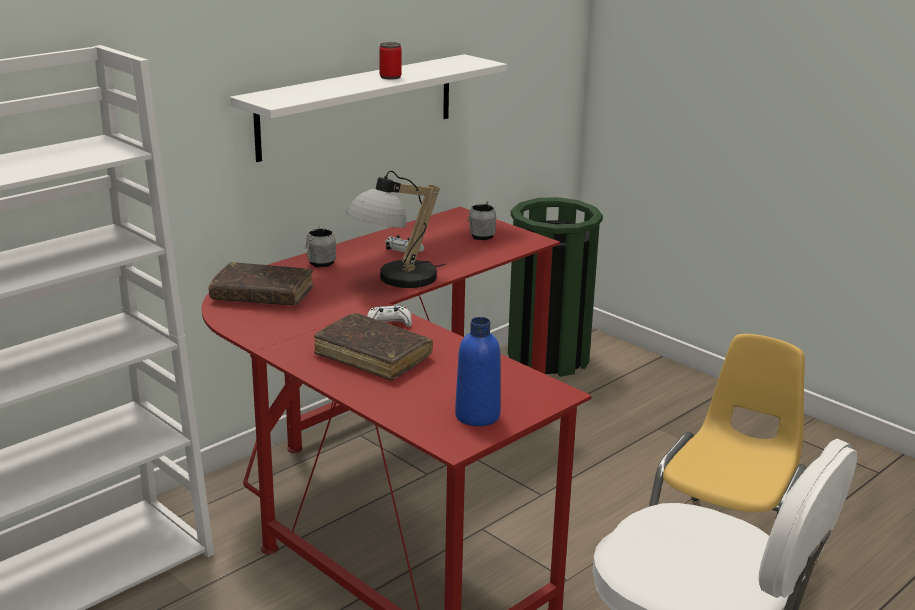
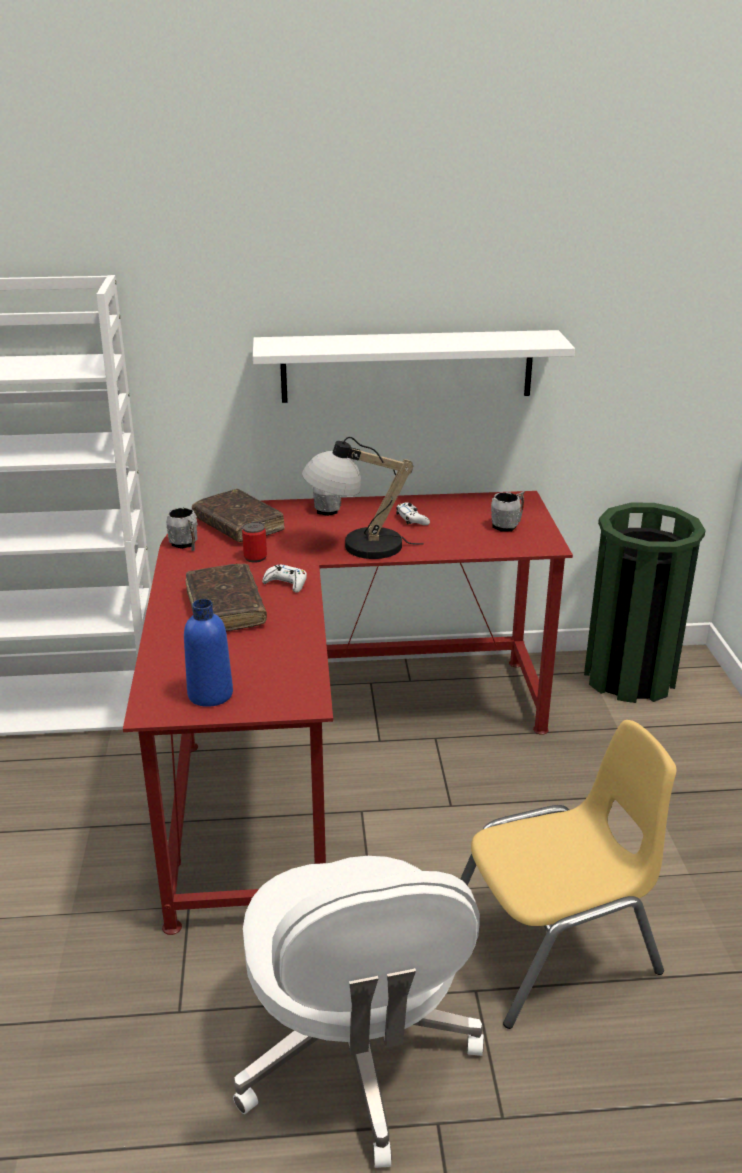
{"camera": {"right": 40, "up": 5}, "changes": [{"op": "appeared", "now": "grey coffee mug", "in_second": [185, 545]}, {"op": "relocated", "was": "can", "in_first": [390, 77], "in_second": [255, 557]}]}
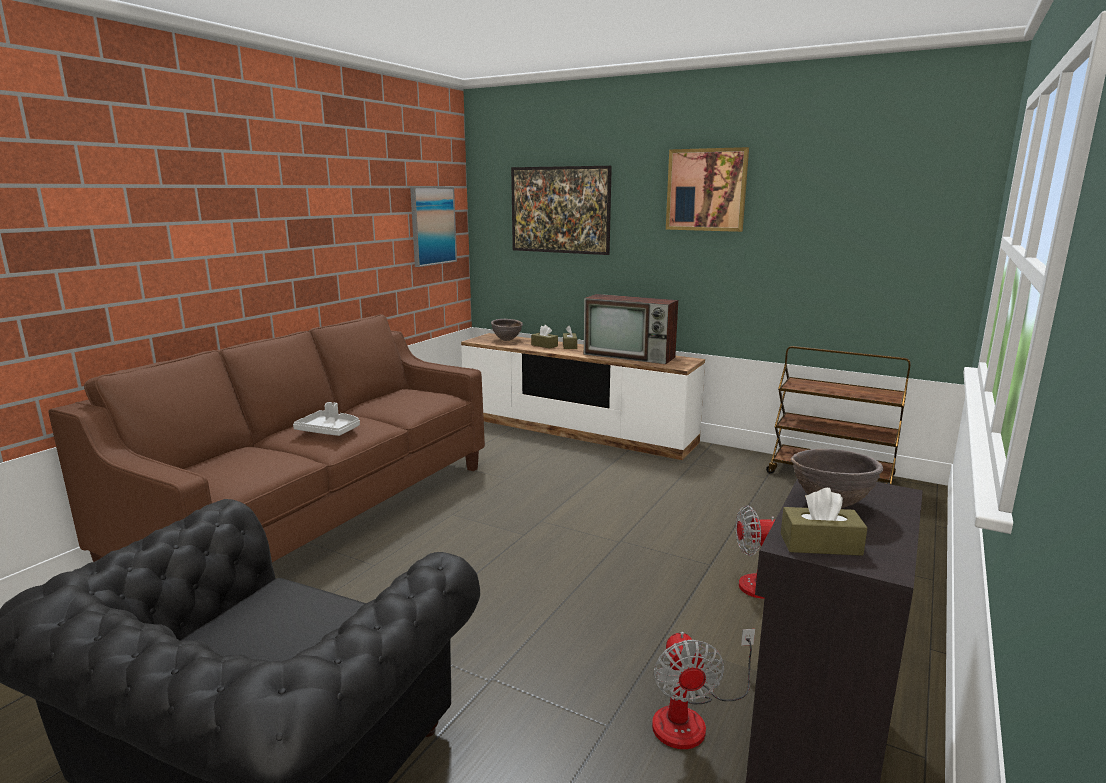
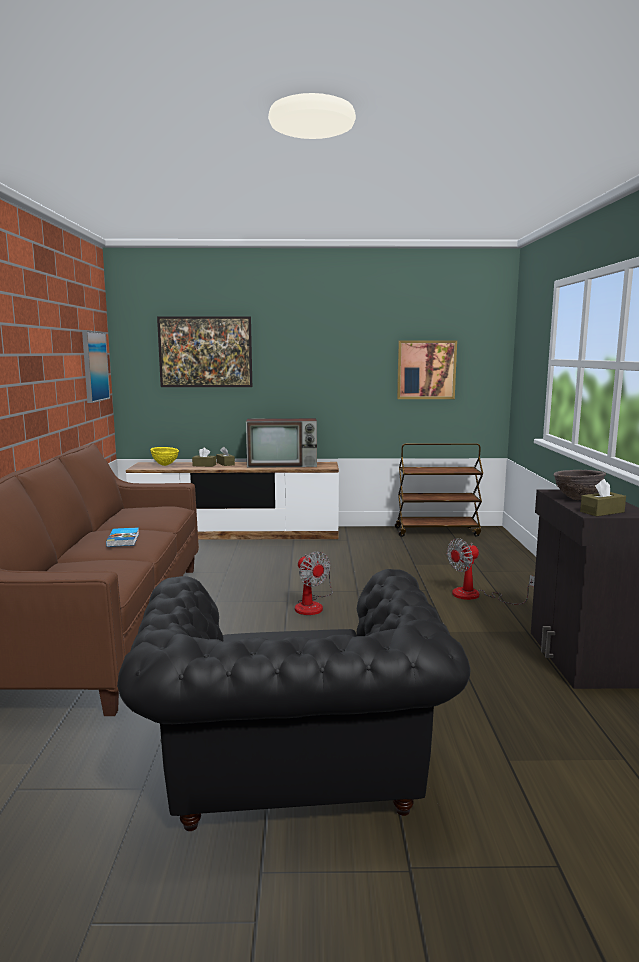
{"camera": {"right": -30, "up": -5}, "changes": [{"op": "exchanged", "was": "grey carrying tray", "now": "bound book", "in_first": [329, 431], "in_second": [124, 539]}, {"op": "colour", "was": "brown-coloured deep dish", "now": "yellowish deep dish", "in_first": [507, 340], "in_second": [165, 465]}, {"op": "relocated", "was": "cooling fan", "in_first": [691, 718], "in_second": [312, 605]}, {"op": "relocated", "was": "wall picture", "in_first": [706, 190], "in_second": [426, 369]}]}
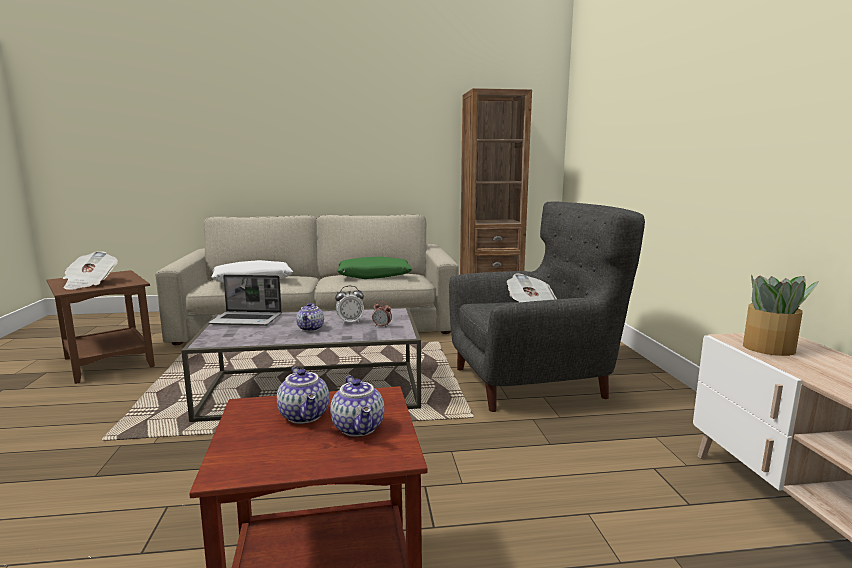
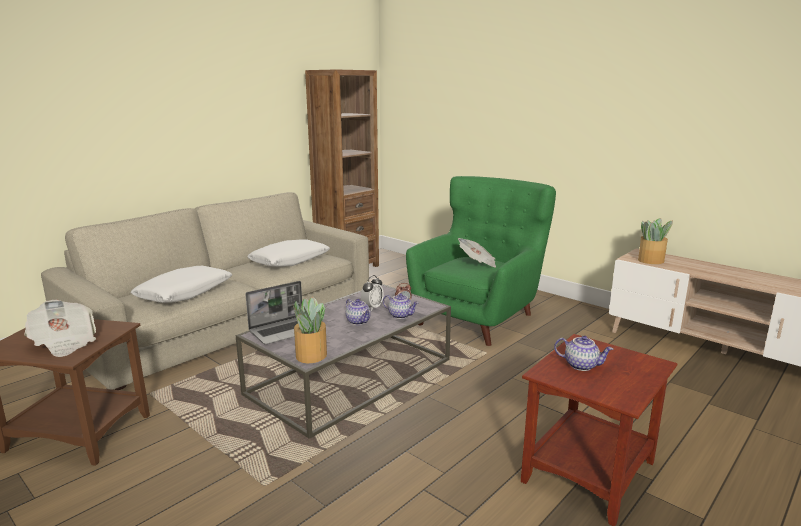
{"camera": {"right": -40, "up": 5}, "changes": [{"op": "colour", "was": "greenish throw pillow", "now": "whitish throw pillow", "in_first": [374, 276], "in_second": [290, 261]}, {"op": "appeared", "now": "potted plant", "in_second": [311, 355]}, {"op": "relocated", "was": "pot for tea", "in_first": [359, 428], "in_second": [400, 315]}, {"op": "colour", "was": "grey armchair", "now": "greenish armchair", "in_first": [534, 381], "in_second": [478, 317]}]}
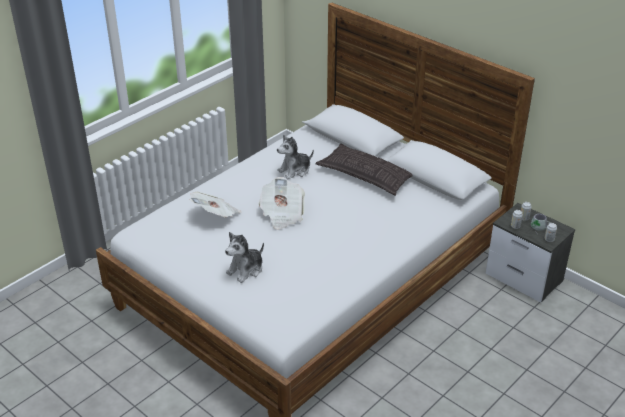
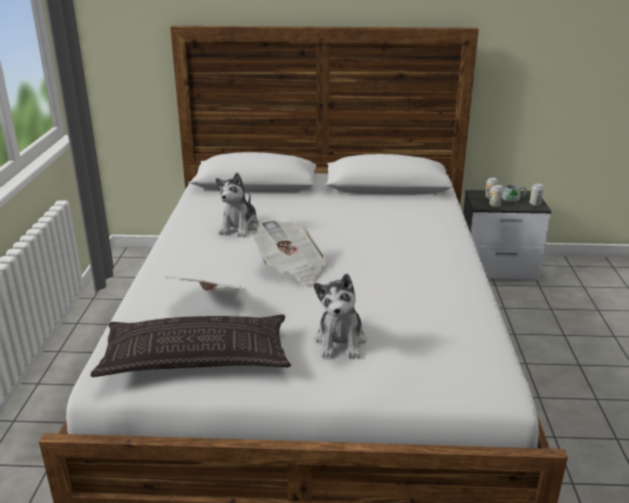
{"camera": {"right": -40, "up": -10}, "changes": [{"op": "relocated", "was": "throw pillow", "in_first": [366, 175], "in_second": [196, 357]}]}
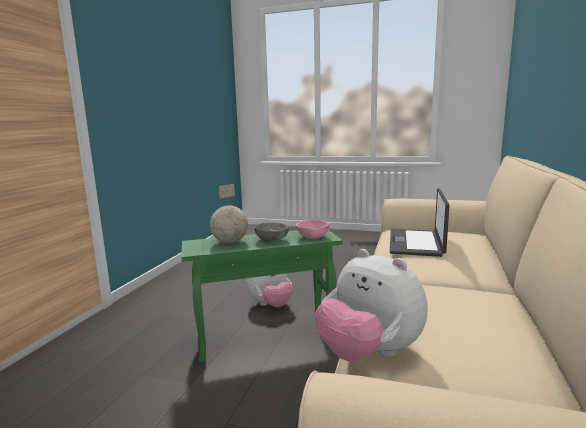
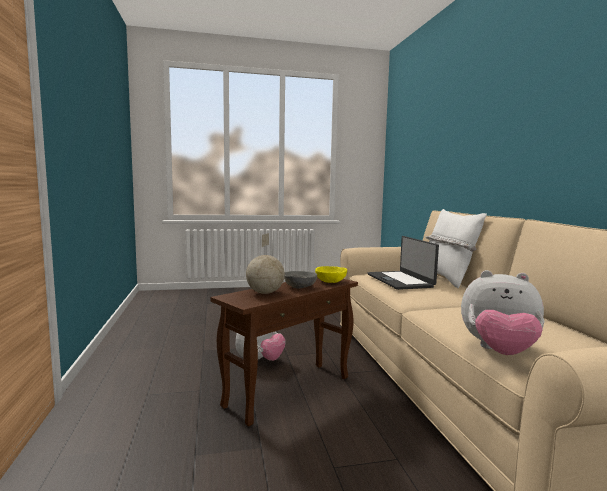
{"camera": {"right": -30, "up": -5}, "changes": [{"op": "colour", "was": "greenish side table", "now": "brown-coloured side table", "in_first": [265, 340], "in_second": [288, 391]}, {"op": "colour", "was": "pink deep dish", "now": "yellowish deep dish", "in_first": [313, 237], "in_second": [330, 282]}, {"op": "appeared", "now": "whitish throw pillow", "in_second": [446, 279]}]}
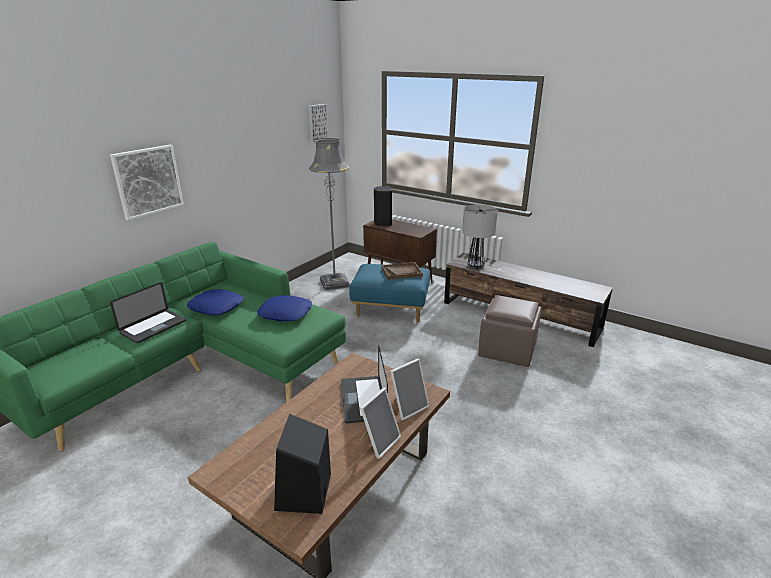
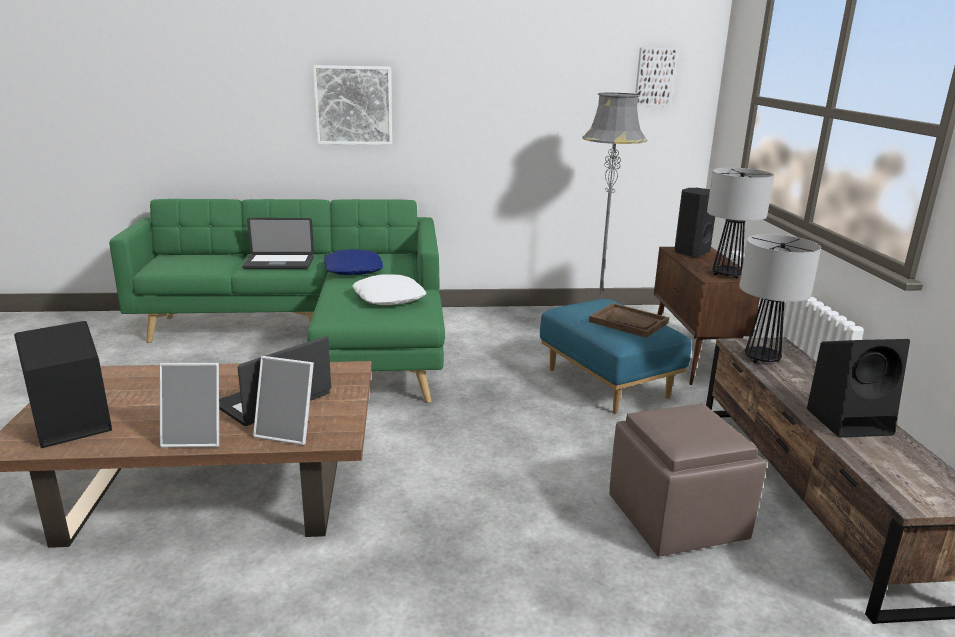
{"camera": {"right": 50, "up": -5}, "changes": [{"op": "colour", "was": "blue throw pillow", "now": "whitish throw pillow", "in_first": [285, 313], "in_second": [389, 298]}, {"op": "appeared", "now": "tabletop lamp", "in_second": [727, 275]}, {"op": "appeared", "now": "black-coloured loudspeaker", "in_second": [850, 421]}]}
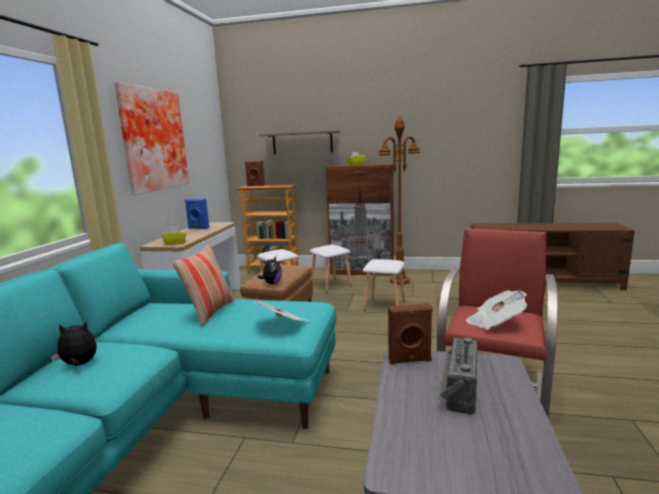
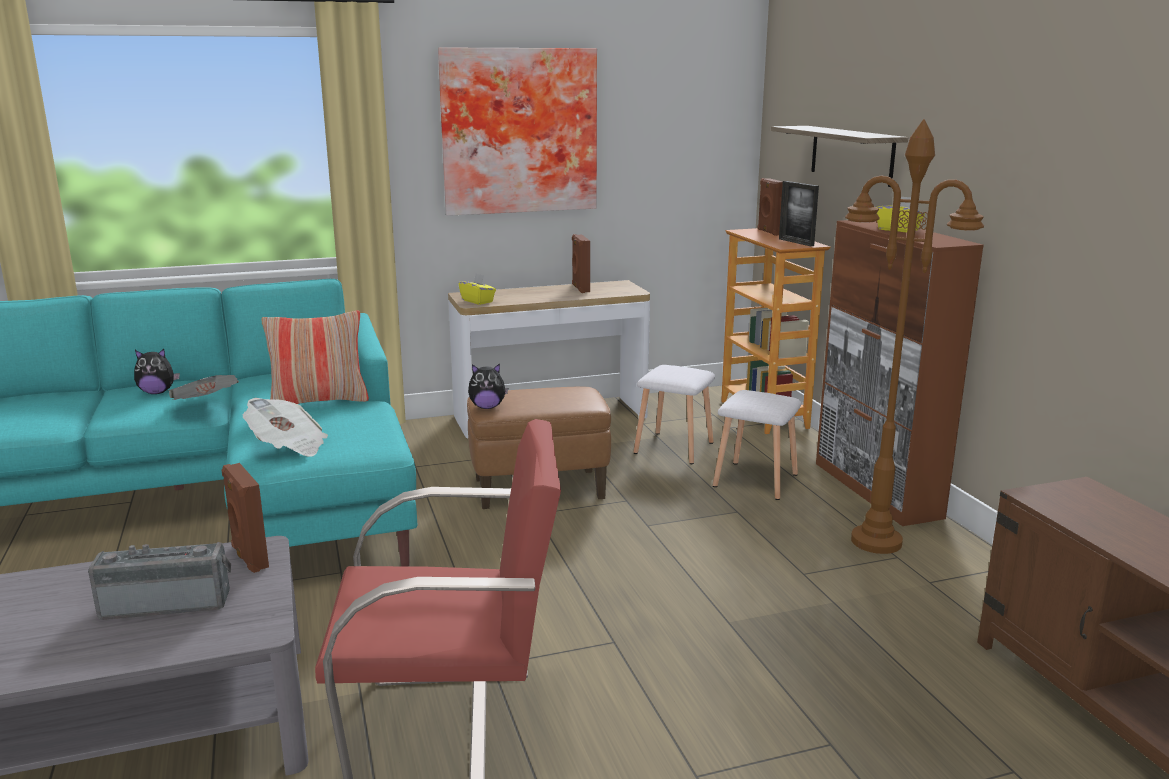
{"camera": {"right": 60, "up": 5}, "changes": [{"op": "spun", "was": "plush toy", "in_first": [79, 365], "in_second": [157, 392], "clockwise": 120}, {"op": "relocated", "was": "printed paper", "in_first": [495, 323], "in_second": [206, 405]}, {"op": "colour", "was": "blue loudspeaker", "now": "brown-coloured loudspeaker", "in_first": [198, 228], "in_second": [580, 288]}, {"op": "appeared", "now": "photo frame", "in_second": [796, 242]}, {"op": "missing", "was": "whitish sitting stool", "in_first": [384, 306]}]}
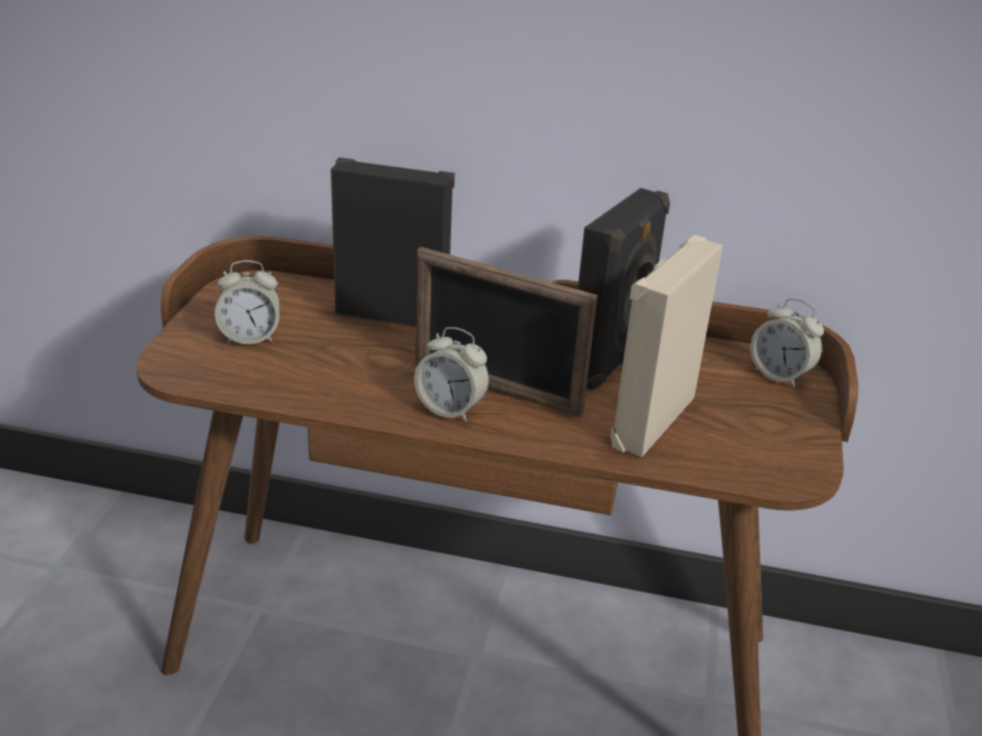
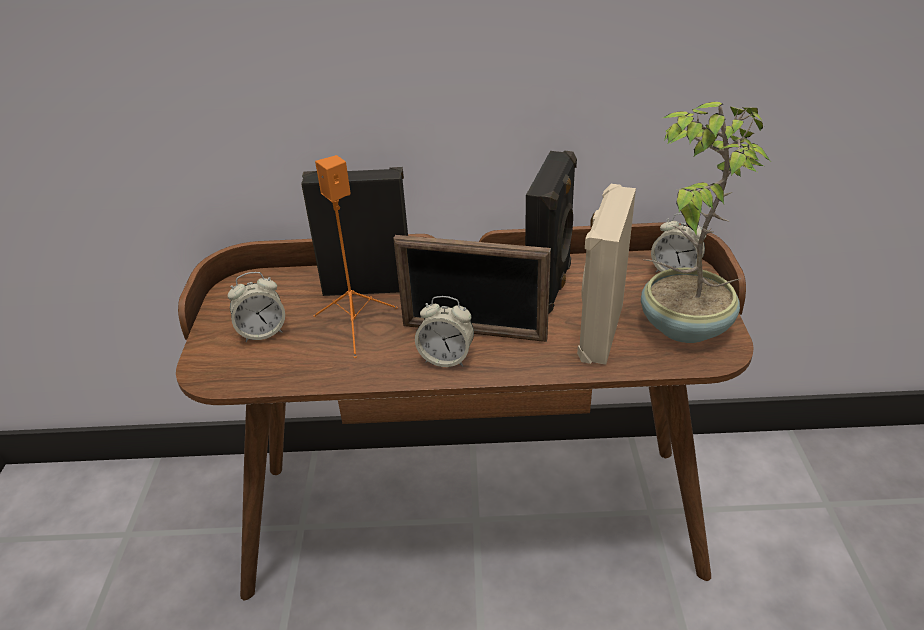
{"camera": {"right": -10, "up": 5}, "changes": [{"op": "appeared", "now": "orange-coloured loudspeaker", "in_second": [356, 327]}, {"op": "appeared", "now": "potted plant", "in_second": [682, 326]}]}
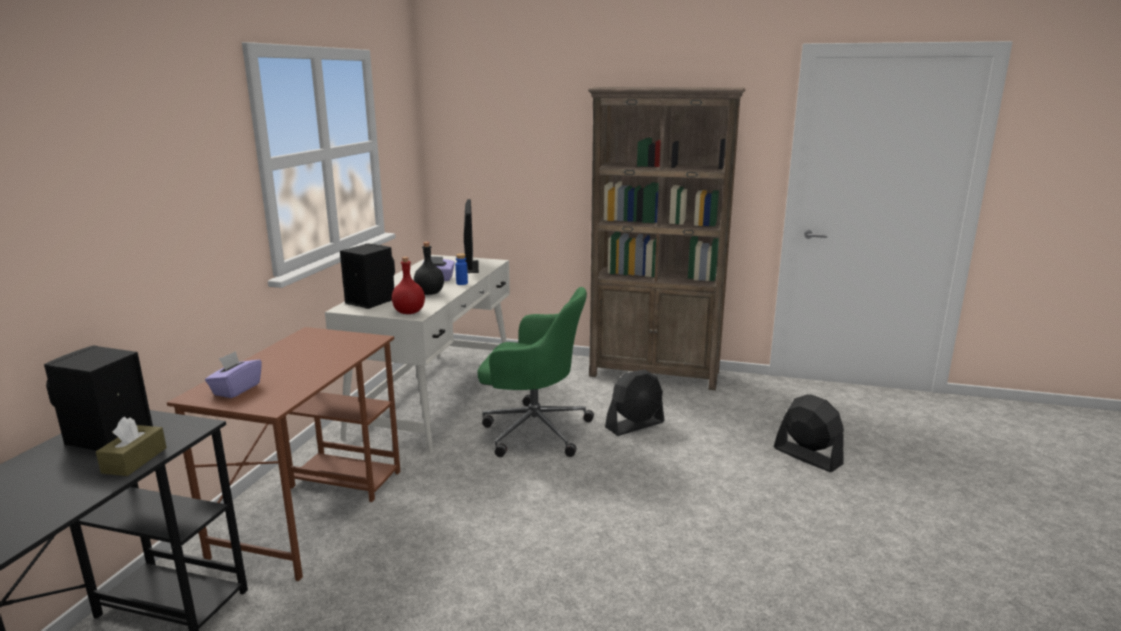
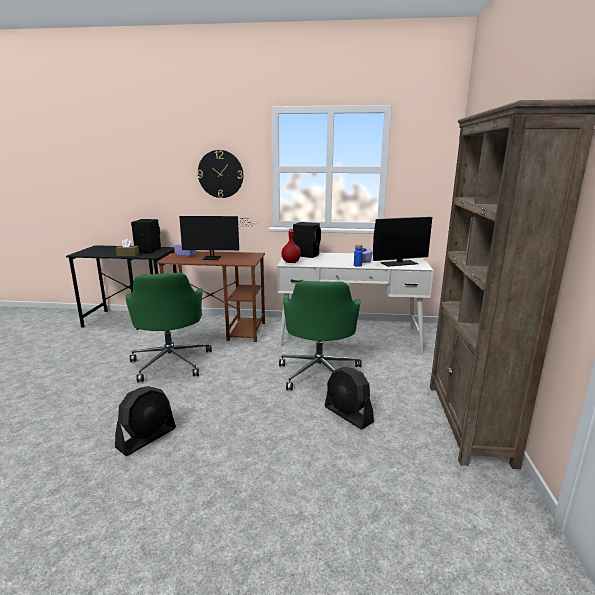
{"camera": {"right": 80, "up": 0}, "changes": [{"op": "relocated", "was": "black-coloured cooling fan", "in_first": [807, 456], "in_second": [147, 438]}, {"op": "appeared", "now": "greenish office chair", "in_second": [171, 362]}, {"op": "appeared", "now": "computer screen", "in_second": [214, 258]}, {"op": "appeared", "now": "hanging clock", "in_second": [220, 174]}, {"op": "missing", "was": "black-coloured drink bottle", "in_first": [429, 293]}]}
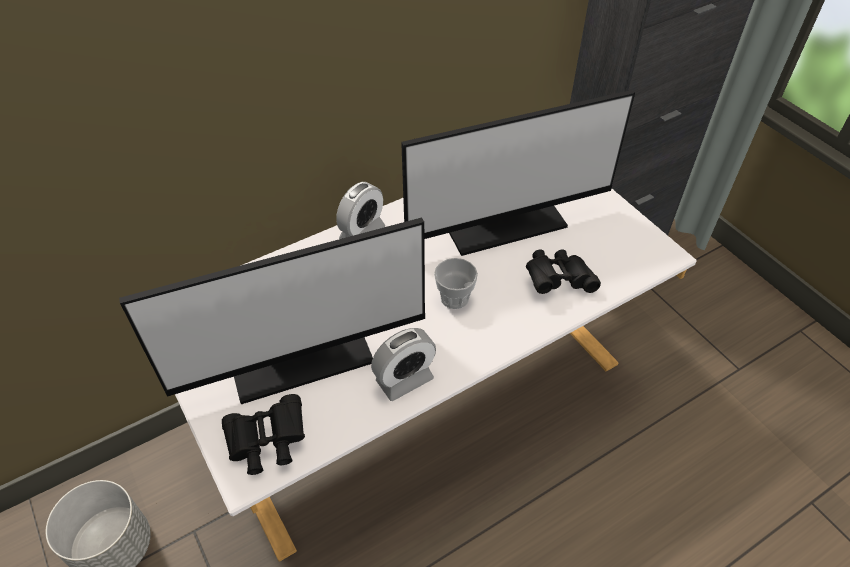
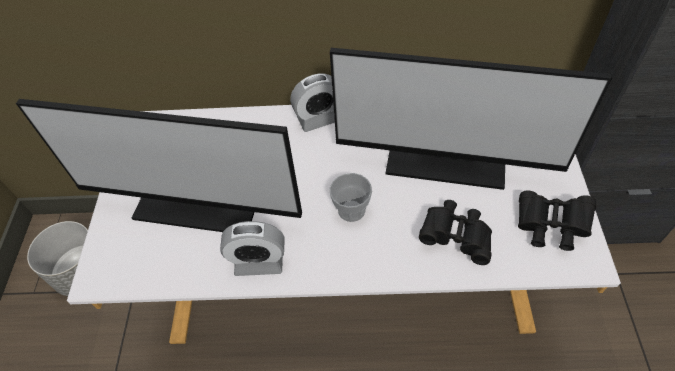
{"camera": {"right": 35, "up": 5}, "changes": [{"op": "relocated", "was": "black-coloured pair of binoculars", "in_first": [267, 443], "in_second": [550, 227]}]}
